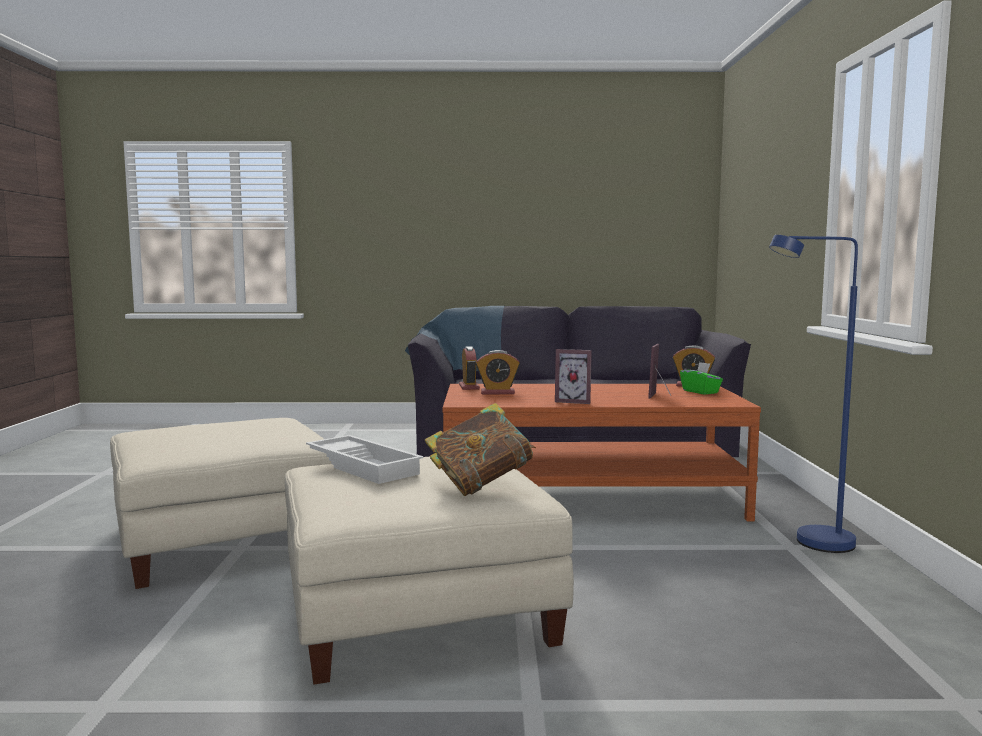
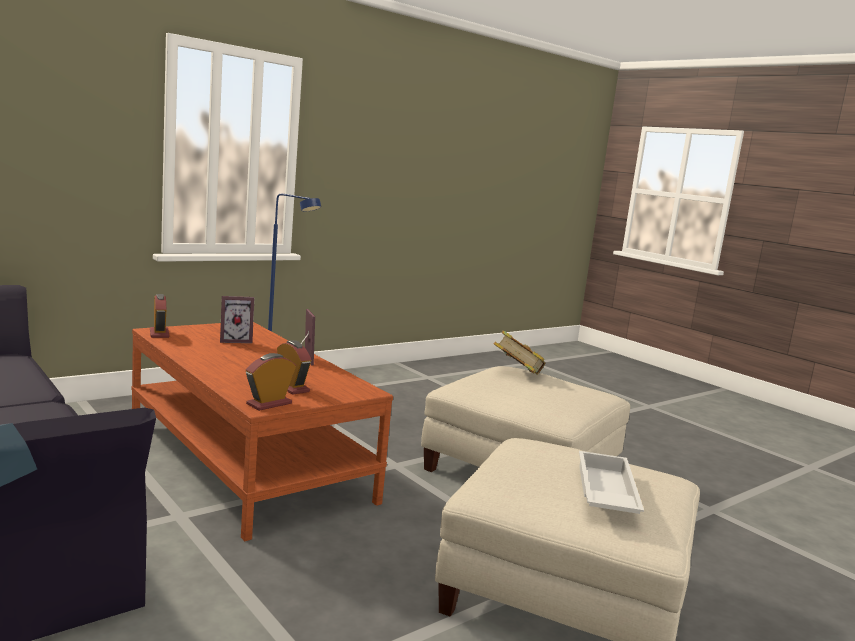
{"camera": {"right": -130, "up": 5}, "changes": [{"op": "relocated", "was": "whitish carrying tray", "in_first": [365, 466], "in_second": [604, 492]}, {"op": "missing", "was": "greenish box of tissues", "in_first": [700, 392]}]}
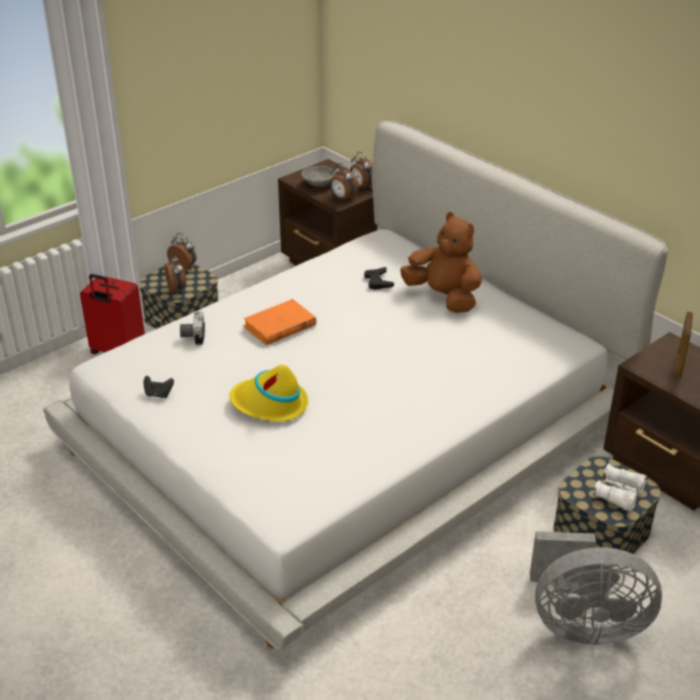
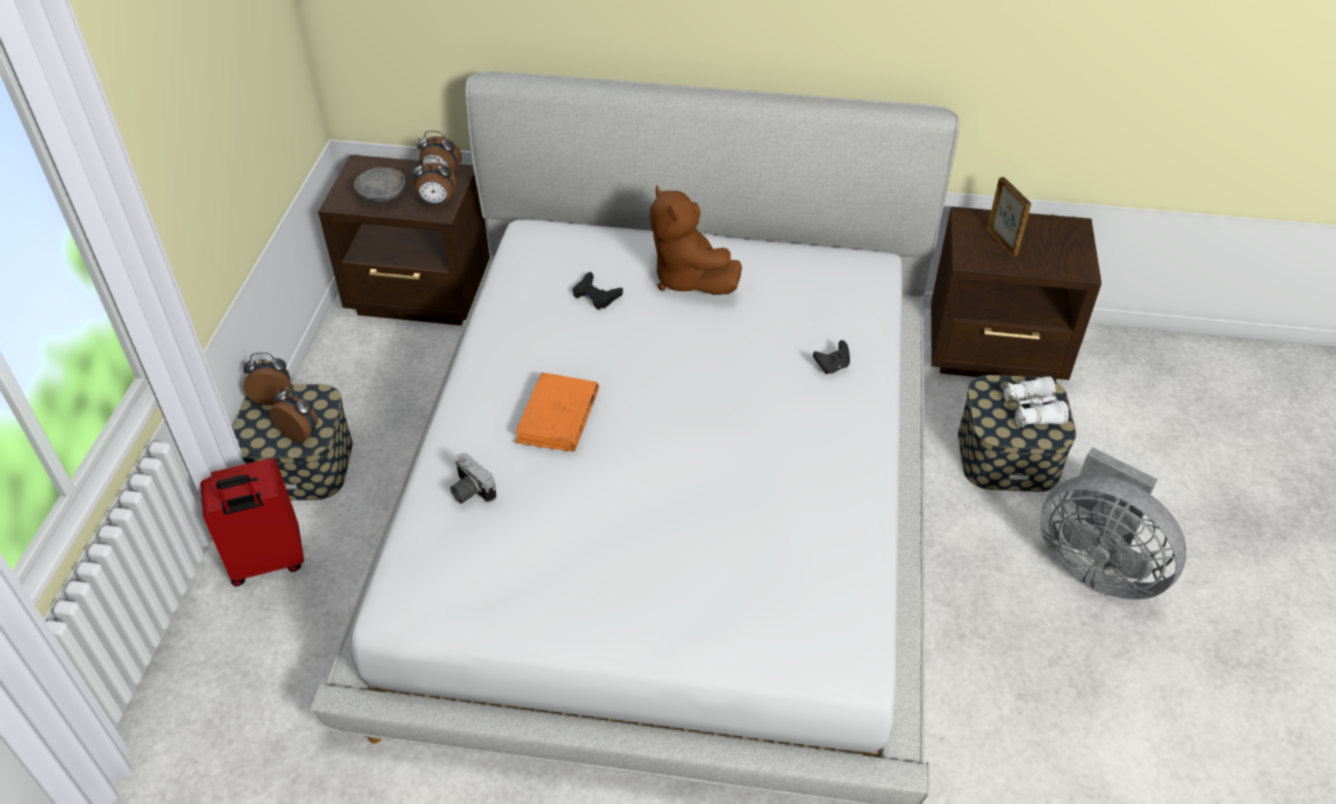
{"camera": {"right": -40, "up": 10}, "changes": [{"op": "spun", "was": "brown-coloured plush toy", "in_first": [443, 297], "in_second": [688, 278], "clockwise": -120}, {"op": "relocated", "was": "black-coloured game controller", "in_first": [158, 394], "in_second": [832, 366]}, {"op": "spun", "was": "grey cooling fan", "in_first": [583, 624], "in_second": [1095, 565], "clockwise": 75}, {"op": "missing", "was": "yellowish wearable hat", "in_first": [269, 404]}]}
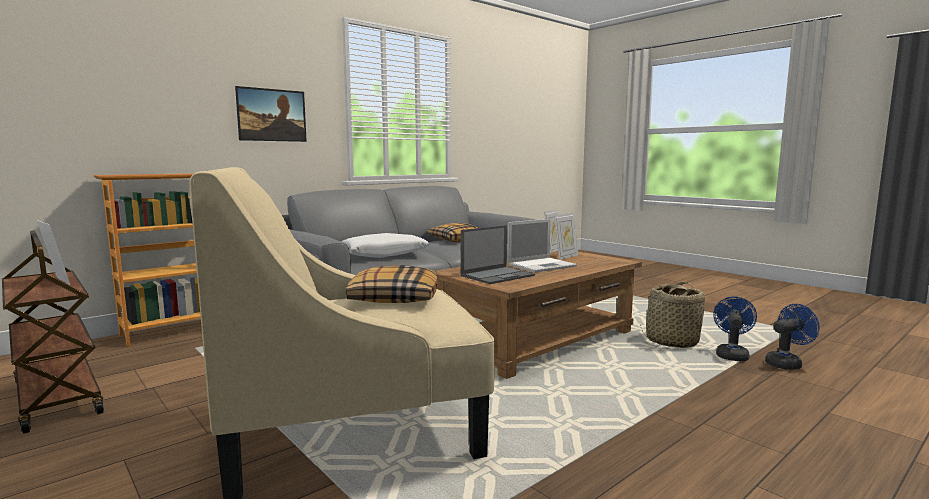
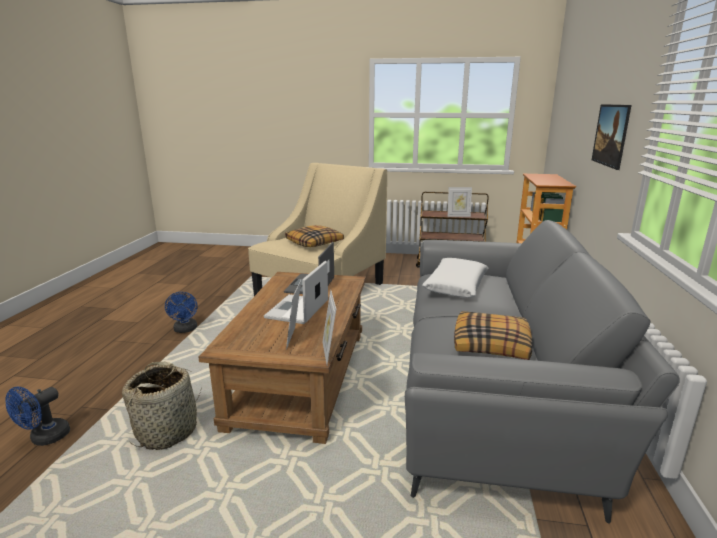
{"camera": {"right": 140, "up": 10}, "changes": [{"op": "relocated", "was": "blue cooling fan", "in_first": [731, 354], "in_second": [185, 330]}]}
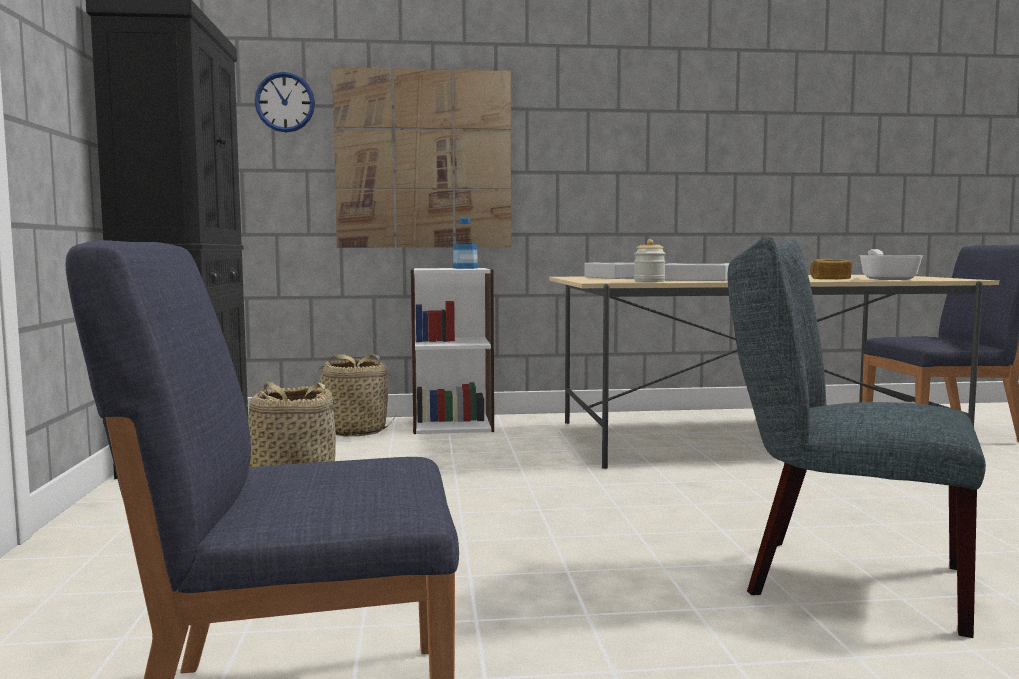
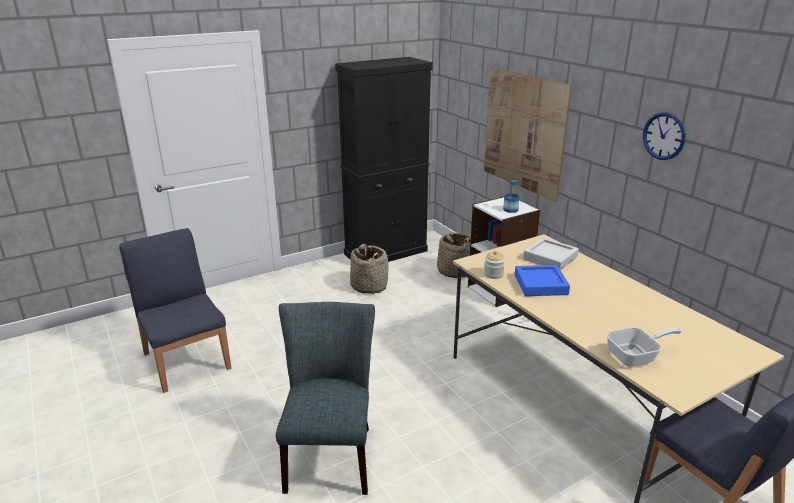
{"camera": {"right": 65, "up": 20}, "changes": [{"op": "colour", "was": "grey carrying tray", "now": "blue carrying tray", "in_first": [696, 279], "in_second": [540, 284]}, {"op": "relocated", "was": "hanging clock", "in_first": [285, 102], "in_second": [664, 136]}, {"op": "missing", "was": "bread", "in_first": [830, 279]}]}
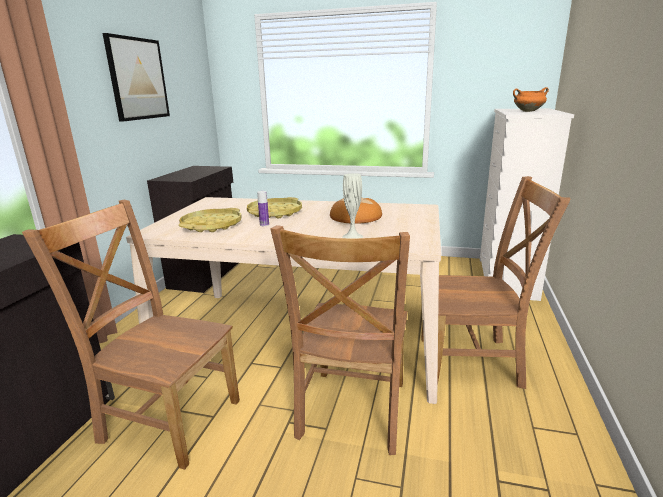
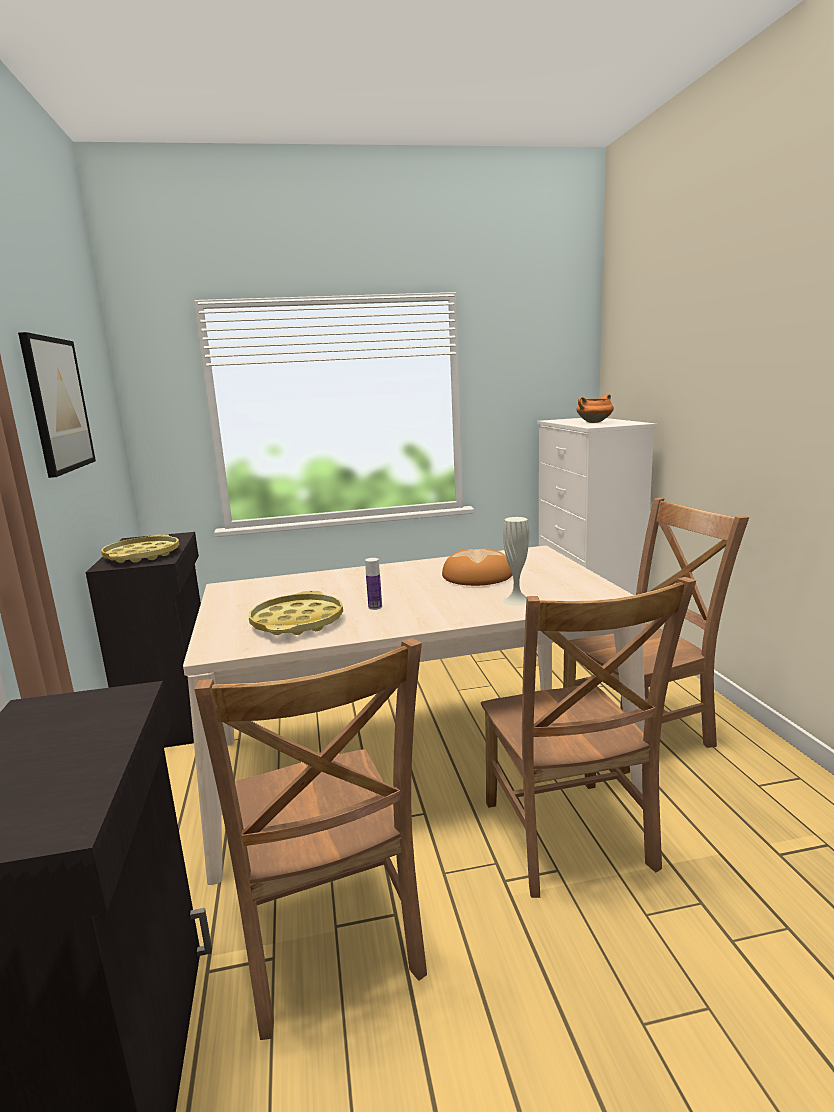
{"camera": {"right": -25, "up": -5}, "changes": [{"op": "relocated", "was": "yellowish carrying tray", "in_first": [275, 212], "in_second": [142, 555]}, {"op": "spun", "was": "brown-coloured chair", "in_first": [167, 418], "in_second": [327, 944], "clockwise": -105}]}
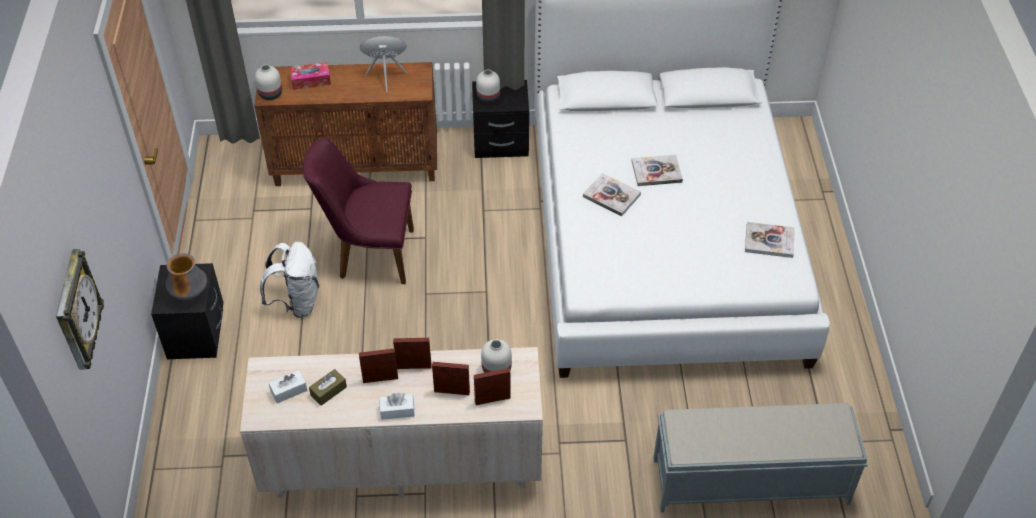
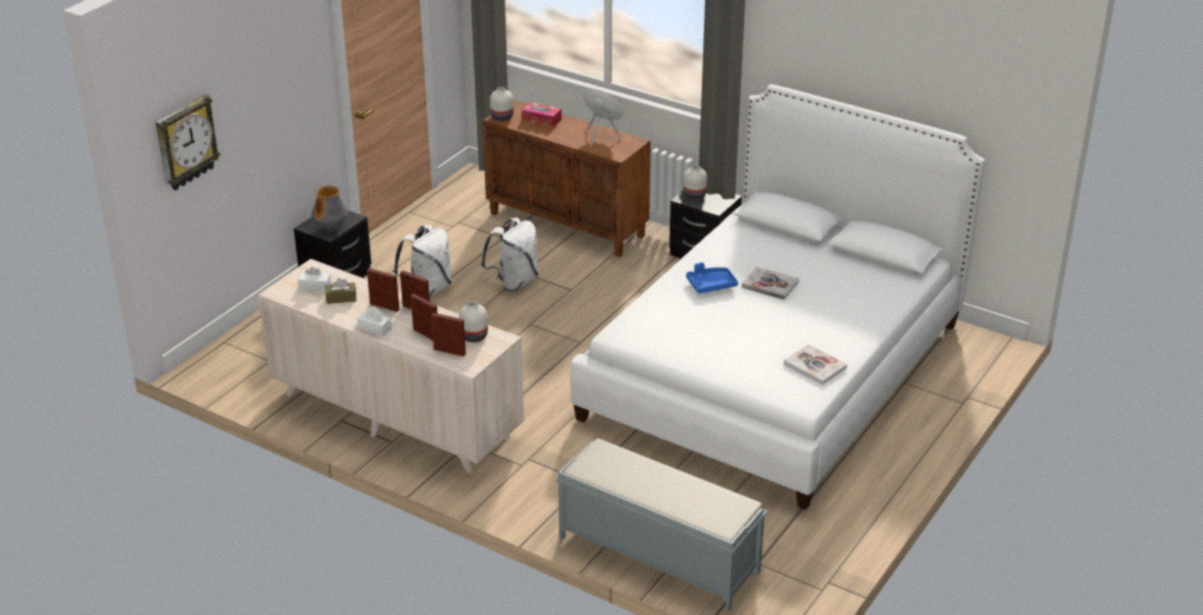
{"camera": {"right": 35, "up": -15}, "changes": [{"op": "exchanged", "was": "purplish chair", "now": "whitish backpack", "in_first": [368, 254], "in_second": [514, 282]}, {"op": "exchanged", "was": "bound book", "now": "blue carrying tray", "in_first": [611, 196], "in_second": [711, 285]}]}
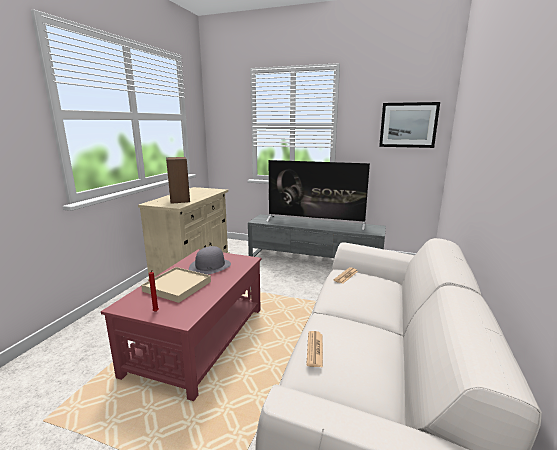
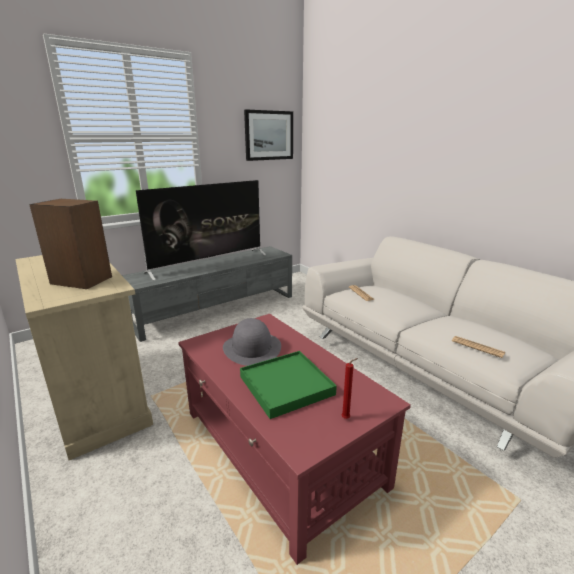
{"camera": {"right": -55, "up": 5}, "changes": [{"op": "colour", "was": "beige-coloured carrying tray", "now": "greenish carrying tray", "in_first": [177, 286], "in_second": [286, 385]}]}
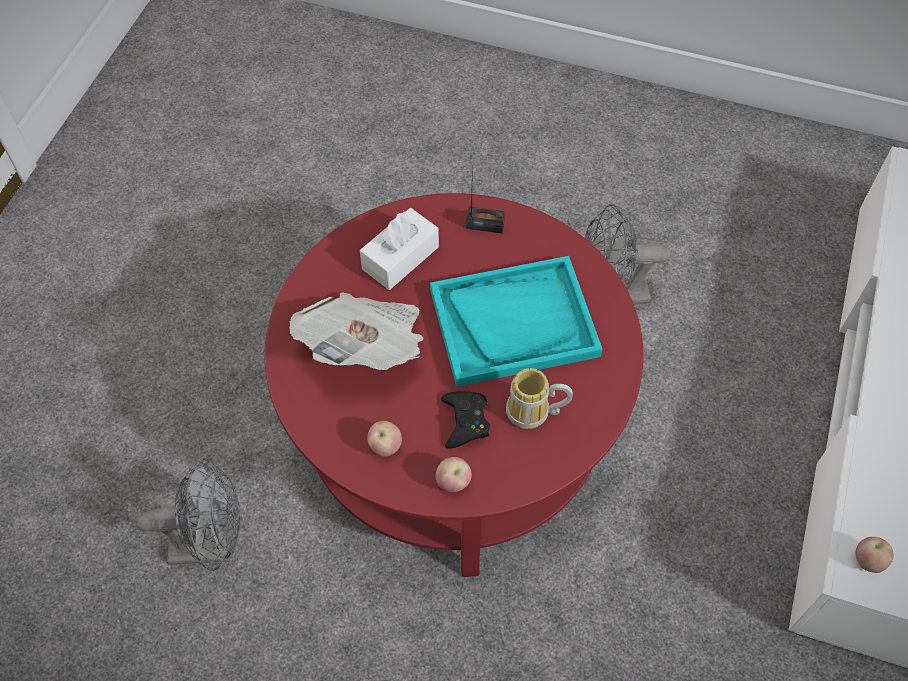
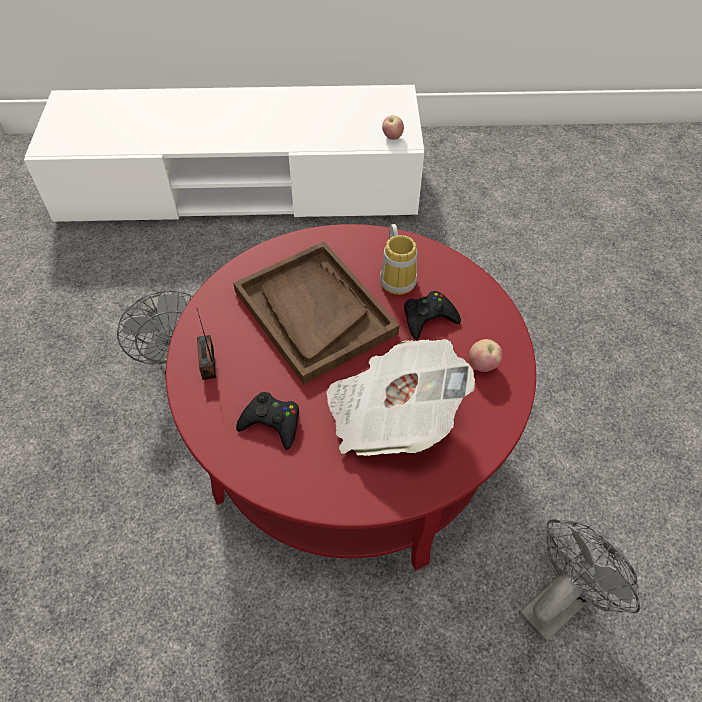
{"camera": {"right": -110, "up": -5}, "changes": [{"op": "colour", "was": "turquoise carrying tray", "now": "brown-coloured carrying tray", "in_first": [514, 322], "in_second": [314, 312]}, {"op": "exchanged", "was": "whitish box of tissues", "now": "black-coloured game controller", "in_first": [400, 258], "in_second": [272, 423]}, {"op": "spun", "was": "grey cooling fan", "in_first": [212, 545], "in_second": [558, 600], "clockwise": 75}, {"op": "missing", "was": "apple fruit", "in_first": [453, 482]}]}
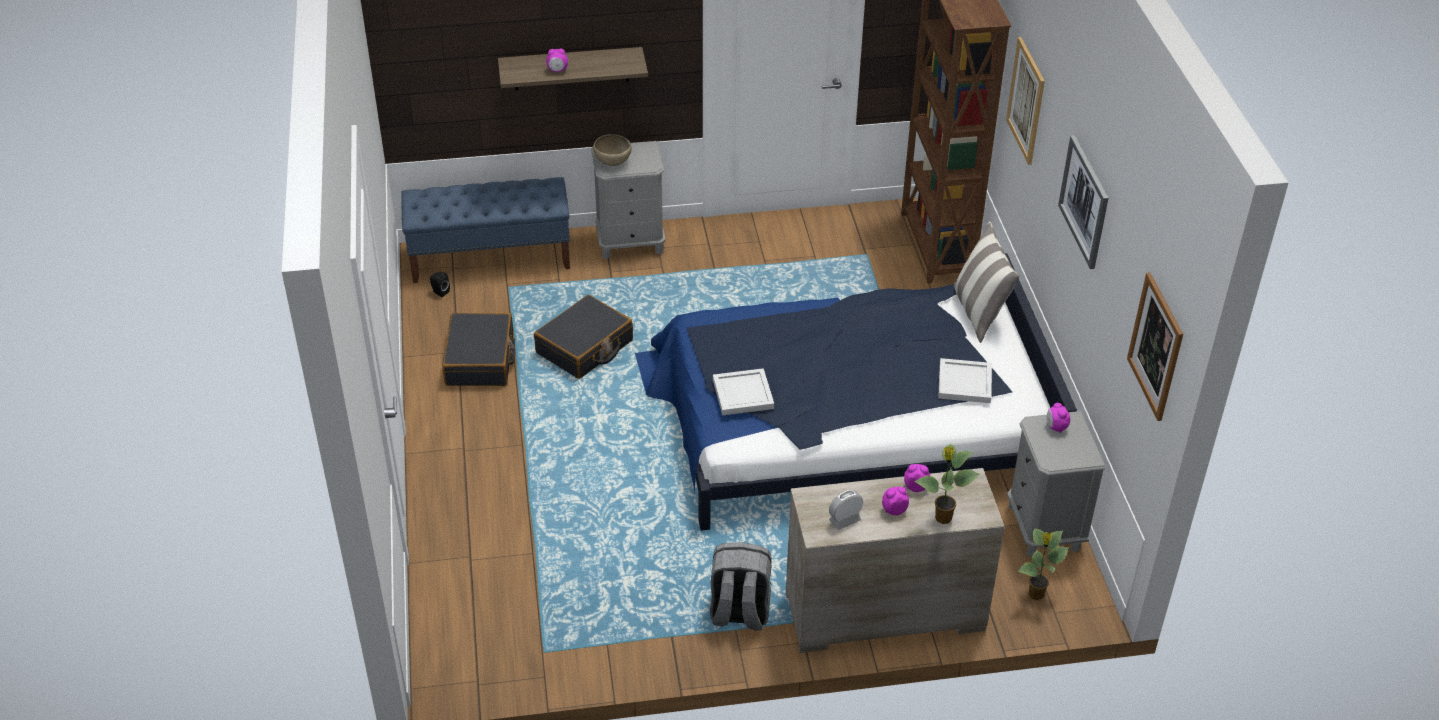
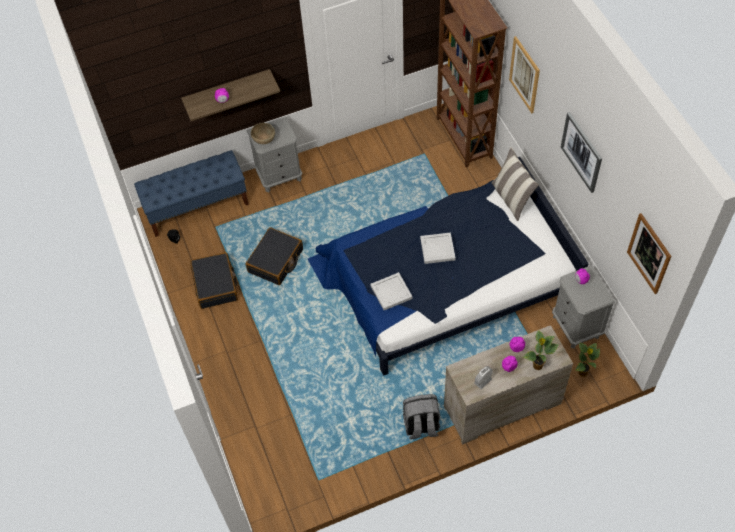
{"camera": {"right": -10, "up": 15}, "changes": [{"op": "relocated", "was": "whitish carrying tray", "in_first": [963, 383], "in_second": [437, 249]}]}
